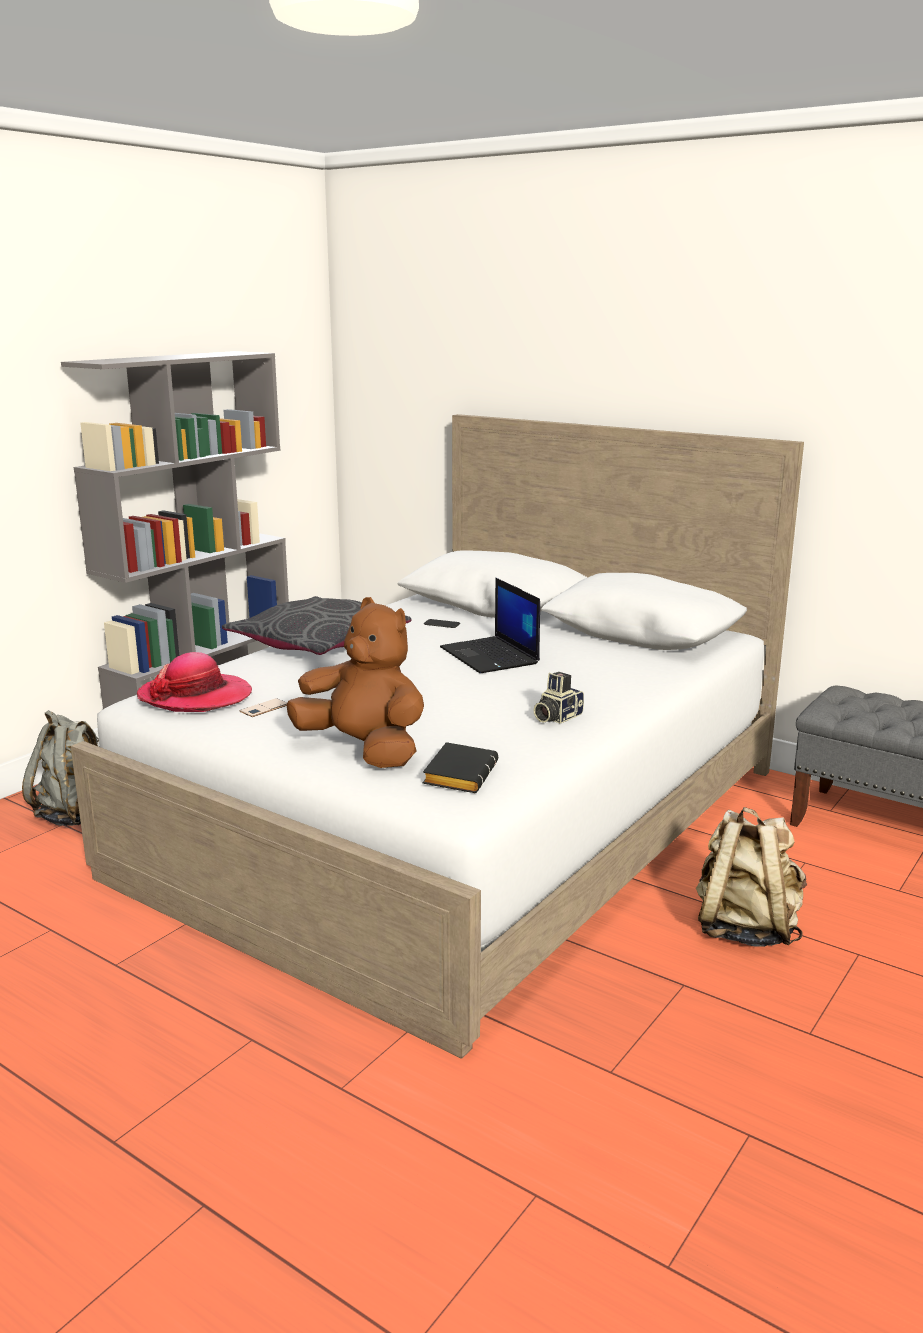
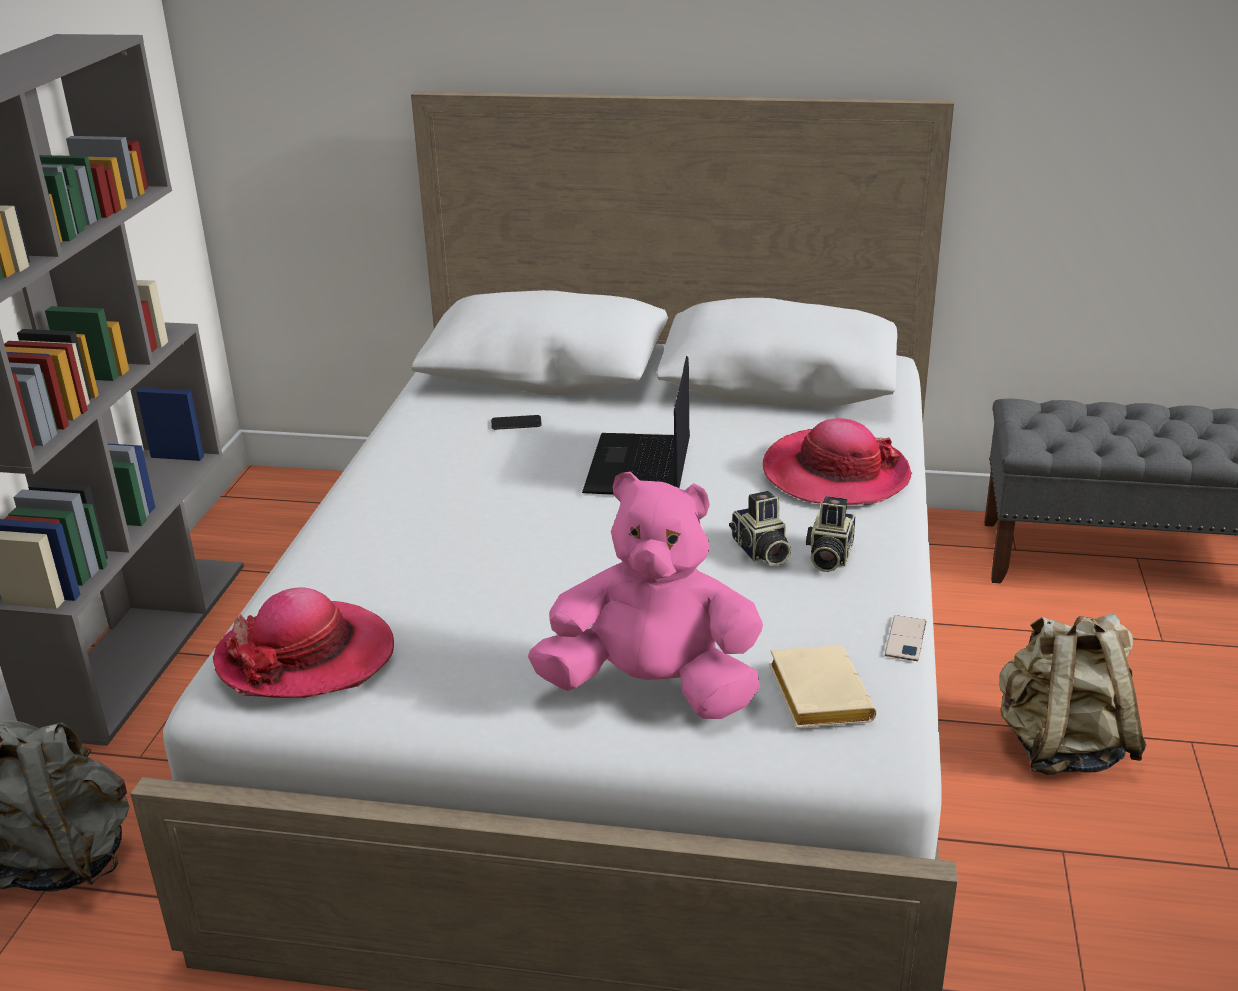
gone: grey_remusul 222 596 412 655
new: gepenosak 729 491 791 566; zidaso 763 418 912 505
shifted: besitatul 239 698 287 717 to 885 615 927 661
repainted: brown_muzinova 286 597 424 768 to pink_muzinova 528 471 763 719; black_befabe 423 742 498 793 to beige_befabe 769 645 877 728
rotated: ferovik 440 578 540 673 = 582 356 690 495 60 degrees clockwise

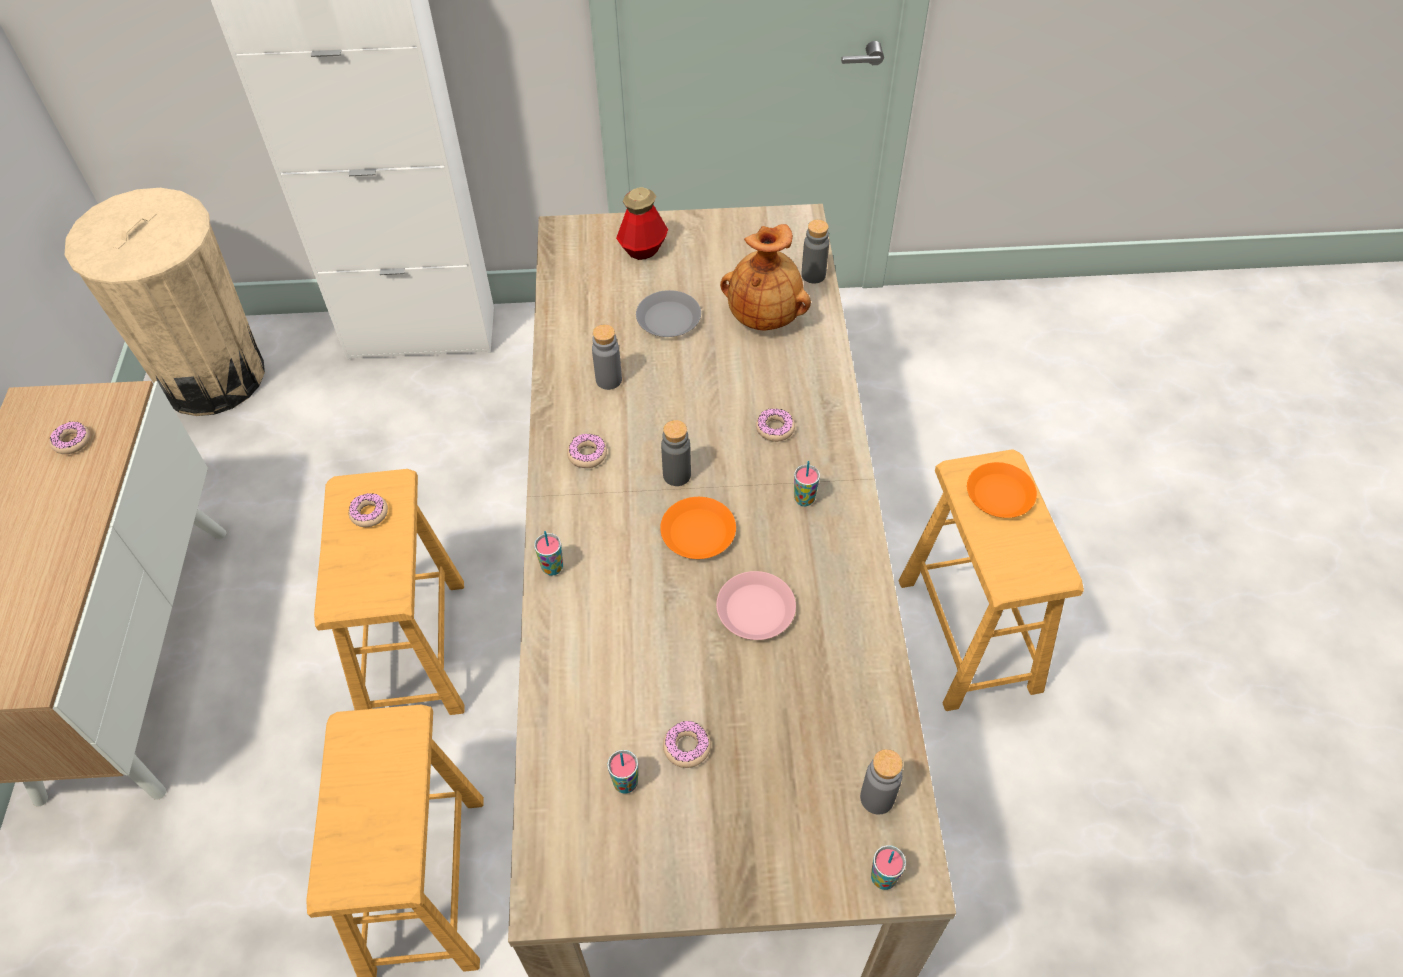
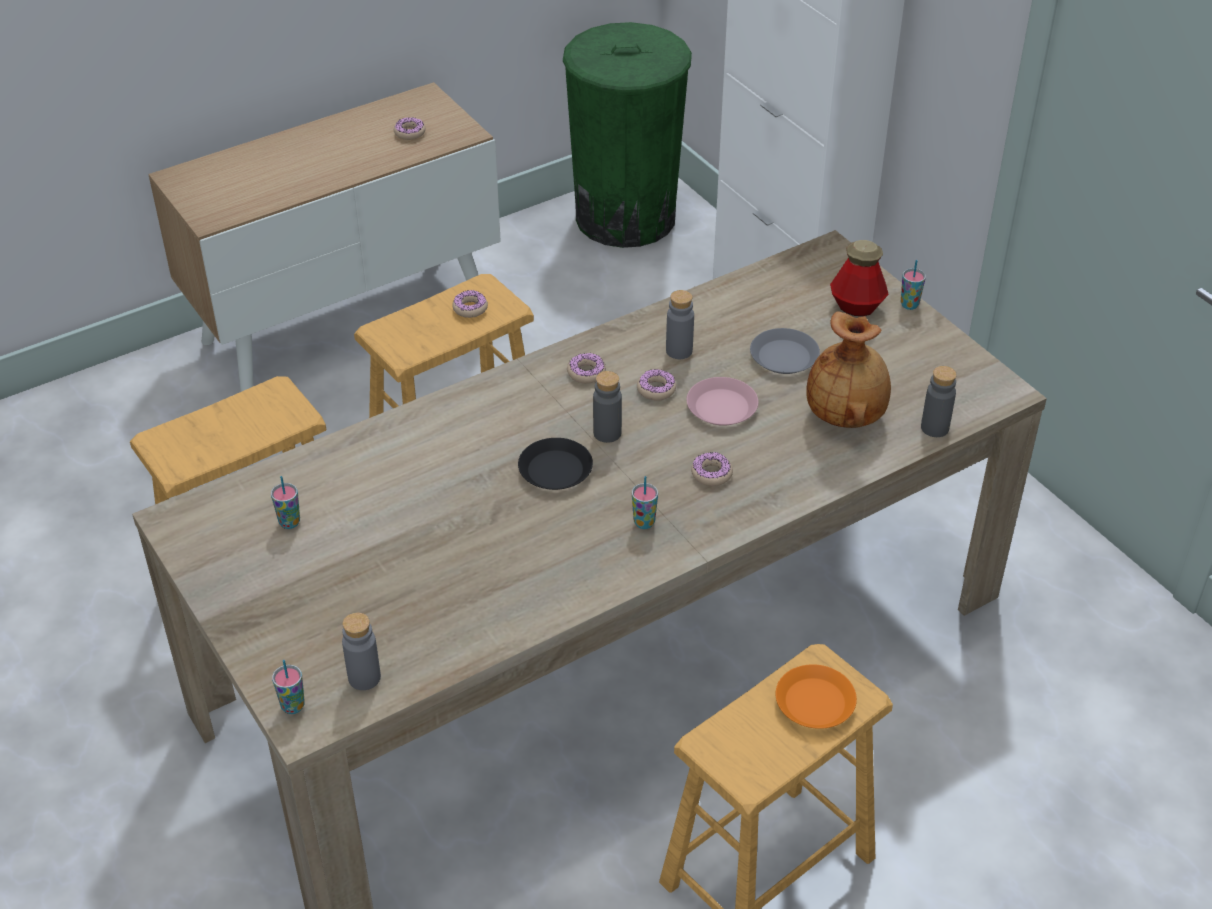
shifted: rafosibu 534 531 563 576 to 901 260 926 310; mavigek 663 721 711 768 to 637 369 676 401; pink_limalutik 716 571 796 640 to 686 377 758 426
repainted: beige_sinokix 65 188 265 416 to green_sinokix 563 22 692 248; orange_limalutik 660 497 736 559 to black_limalutik 518 438 593 490

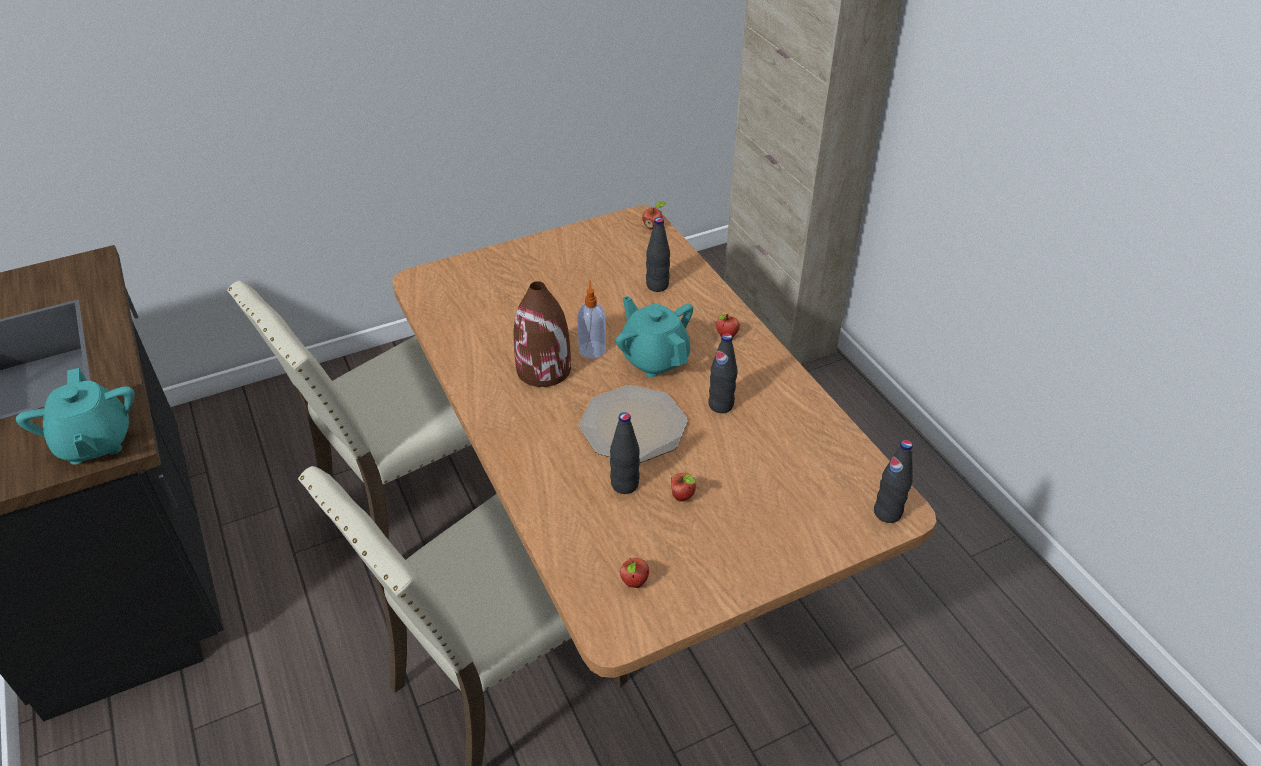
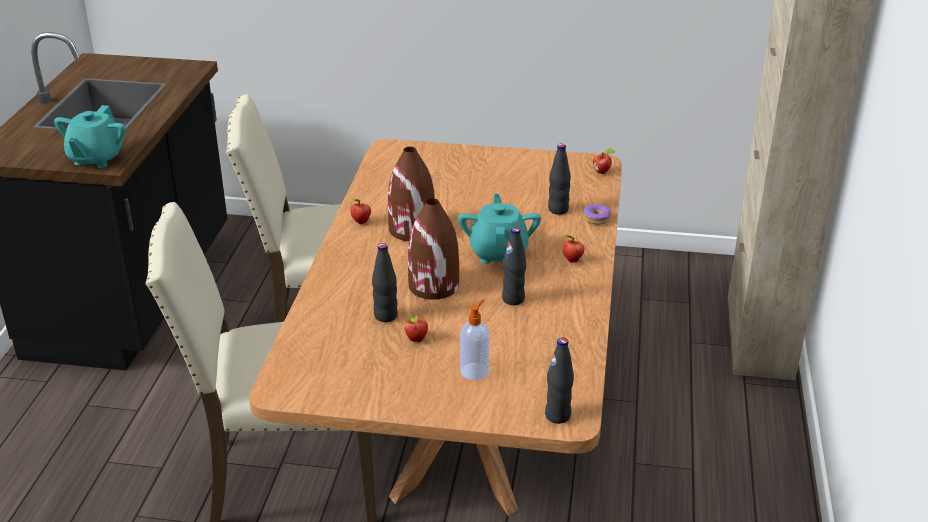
new: mavigek 583 204 611 225
shifted: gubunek 577 281 606 359 to 460 299 489 380; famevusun 620 558 649 588 to 350 199 371 224
swapped: limalutik 579 385 688 463 to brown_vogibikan 408 199 459 300

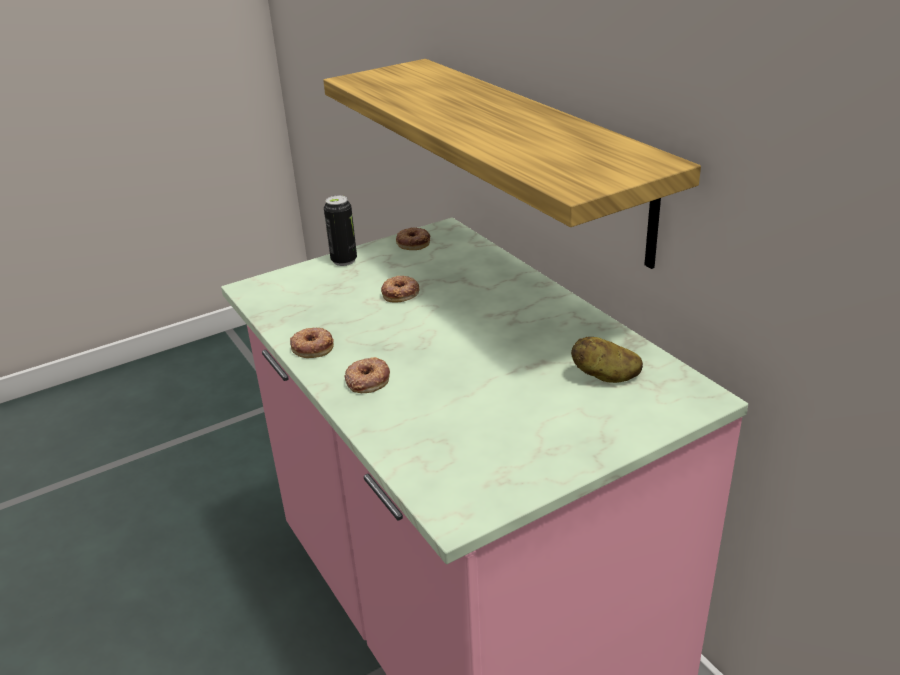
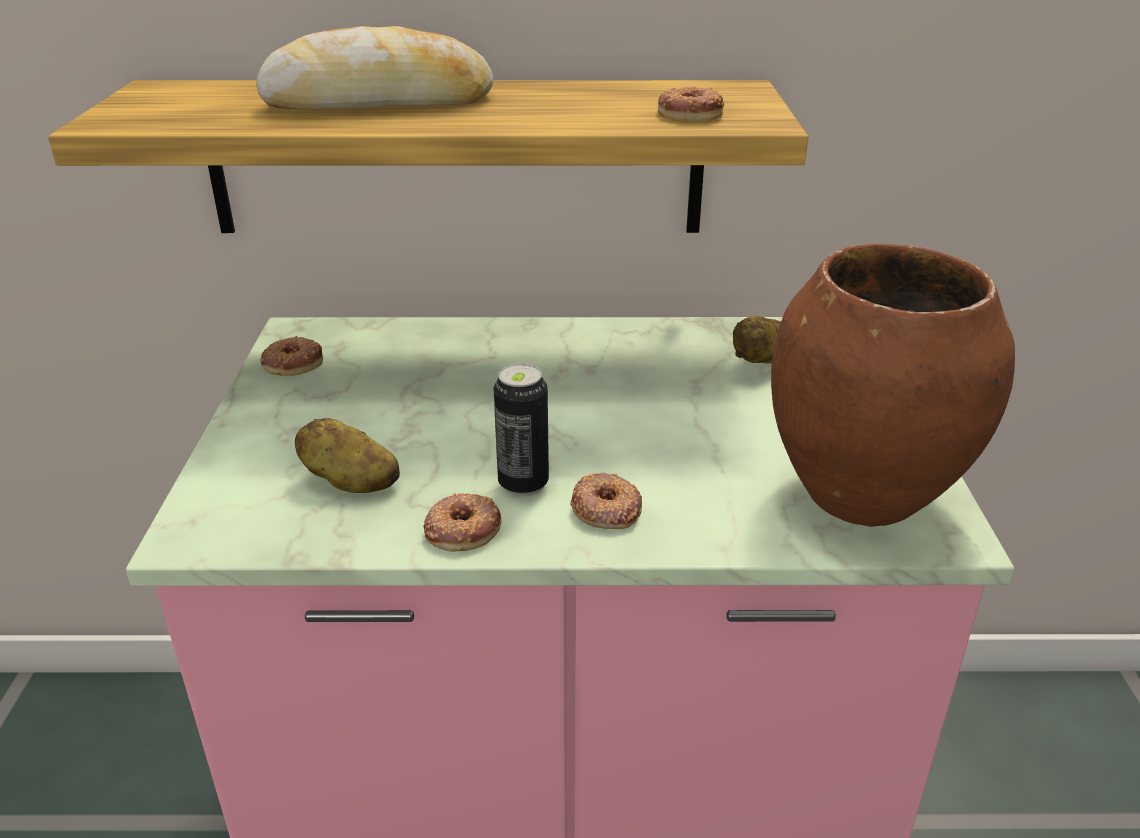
new: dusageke 256 26 493 110; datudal 295 418 400 493; brown_vogibikan 771 244 1015 527
shifted: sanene 324 195 357 266 to 494 364 549 497; mavigek 381 276 420 302 to 658 86 725 122

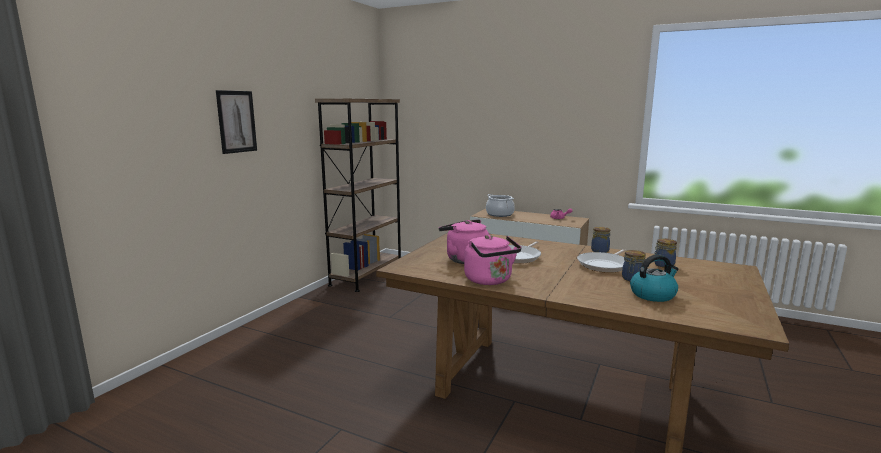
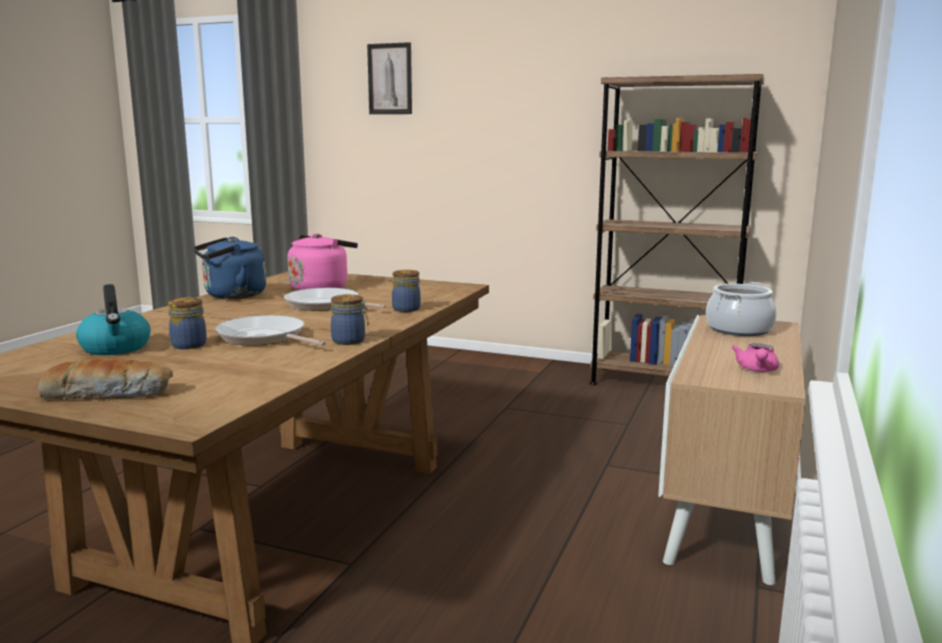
new: dusageke 38 358 173 400
shifted: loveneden 216 90 257 154 to 367 42 412 114; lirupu 654 238 677 268 to 392 269 421 312
repainted: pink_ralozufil 464 235 521 285 to blue_ralozufil 193 237 266 299

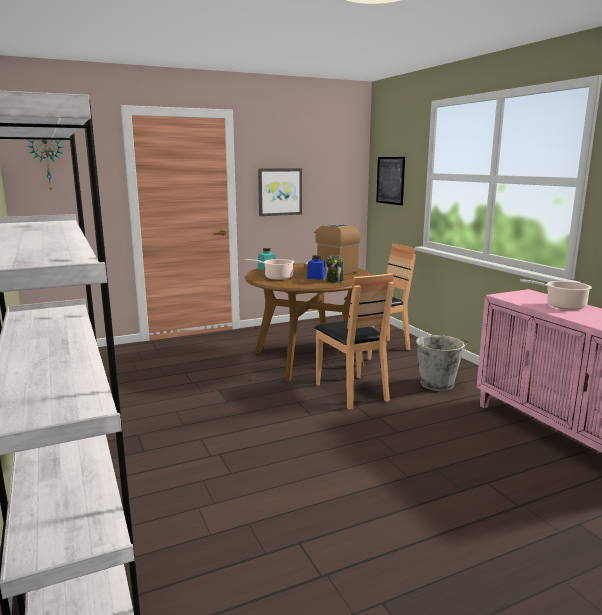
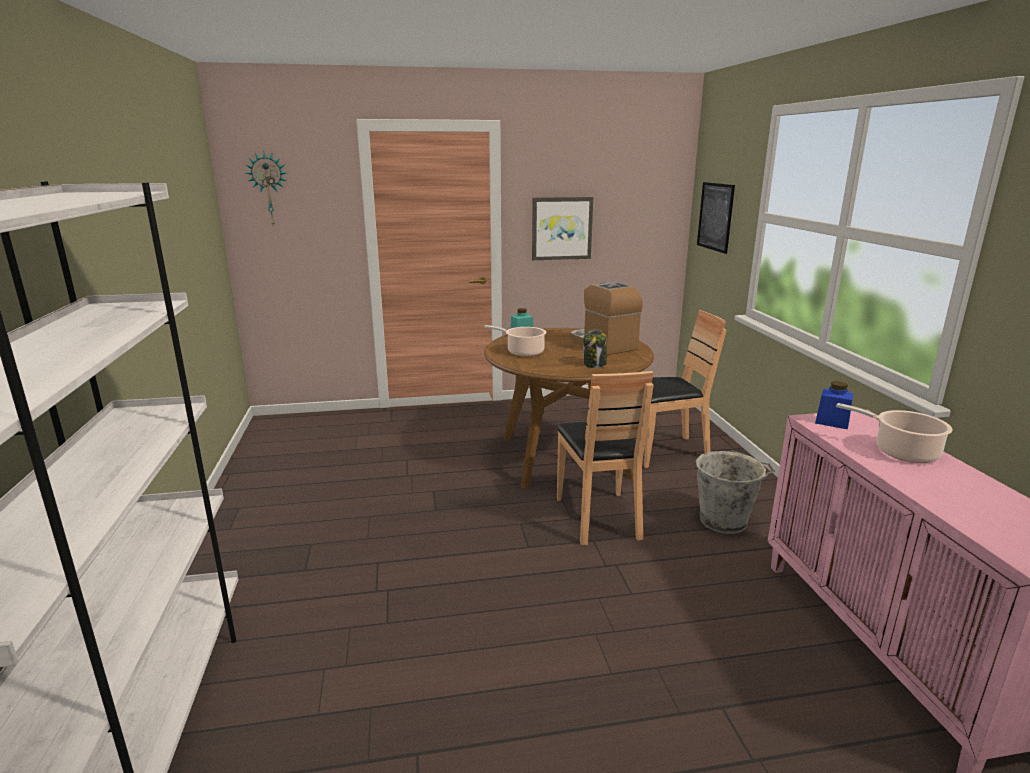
shifted: blue_lirupu 307 255 325 280 to 815 381 853 429

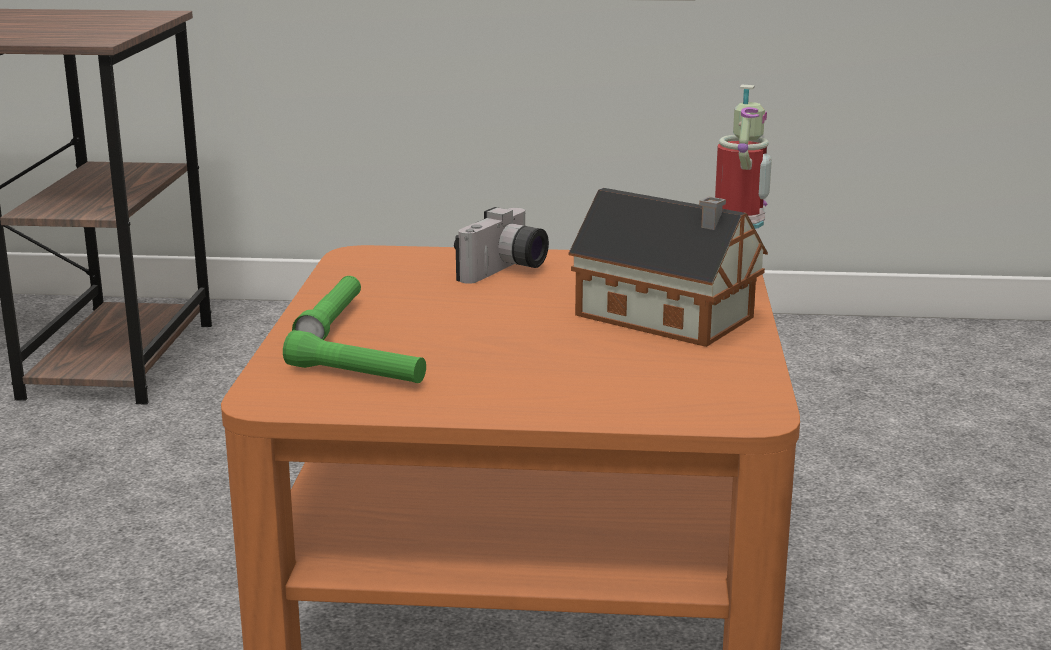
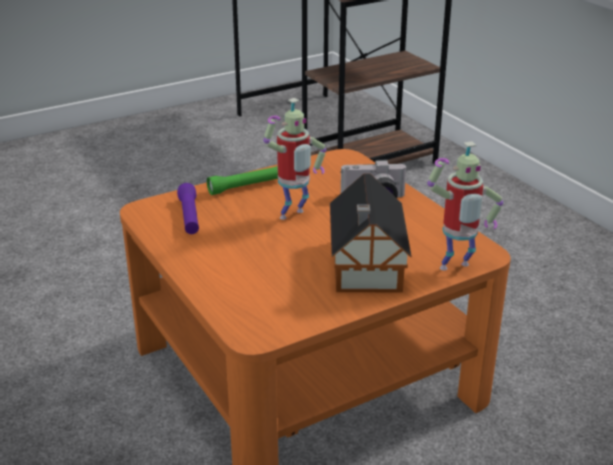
new: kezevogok 263 98 326 220
repainted: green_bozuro 283 330 426 383 to purple_bozuro 177 183 199 234

